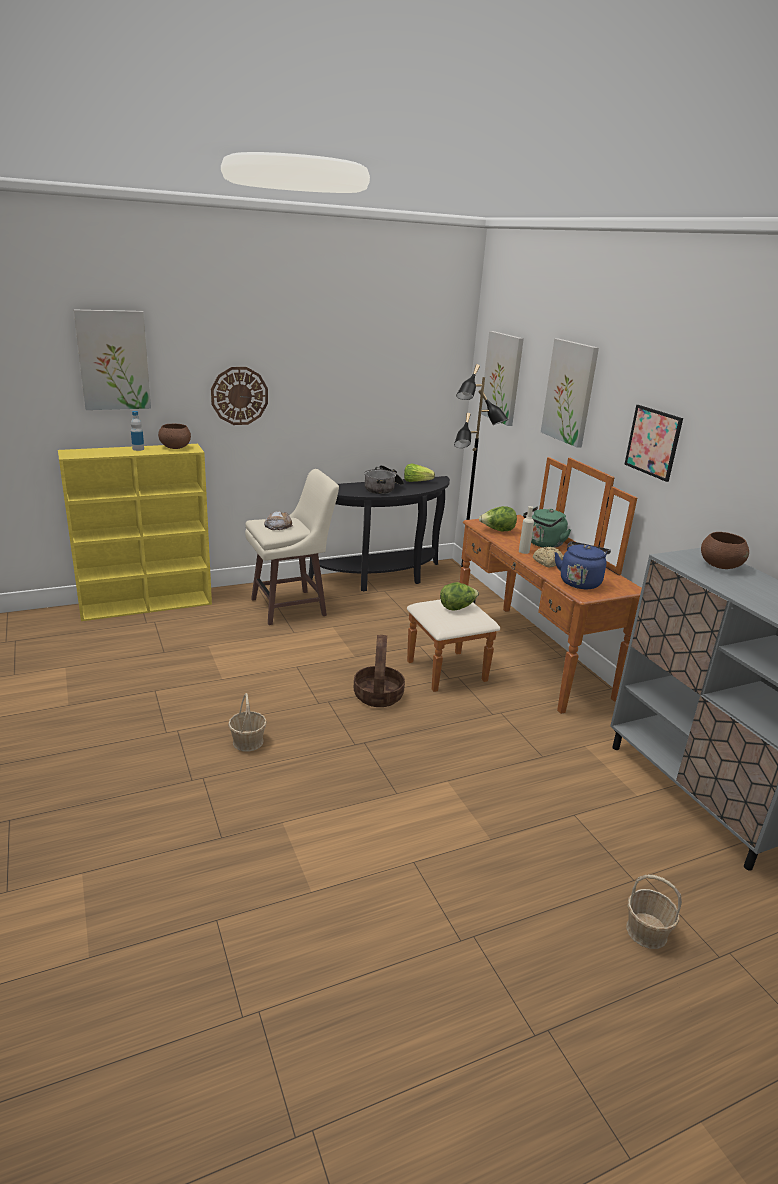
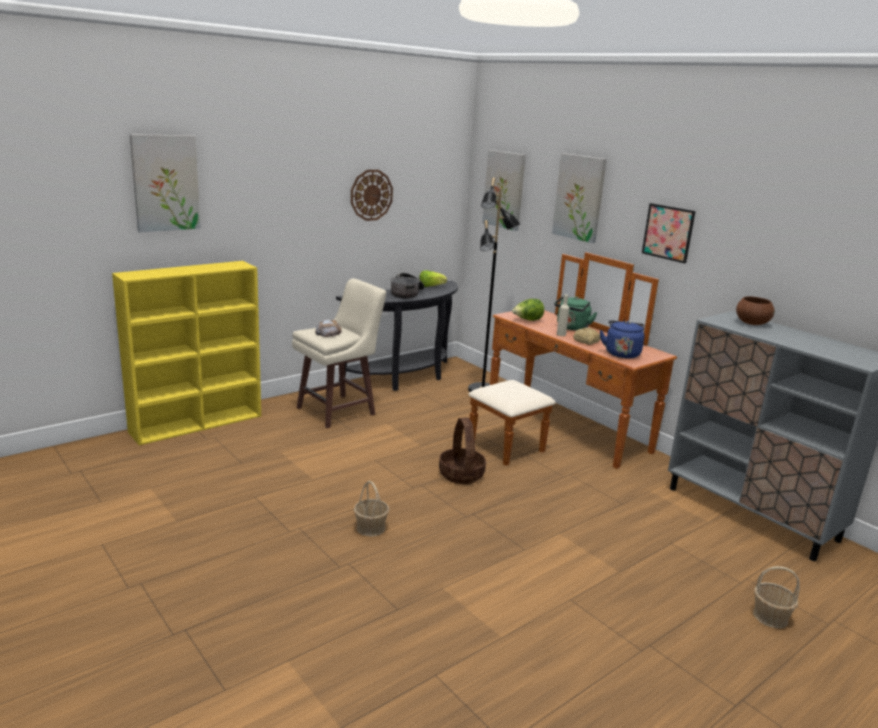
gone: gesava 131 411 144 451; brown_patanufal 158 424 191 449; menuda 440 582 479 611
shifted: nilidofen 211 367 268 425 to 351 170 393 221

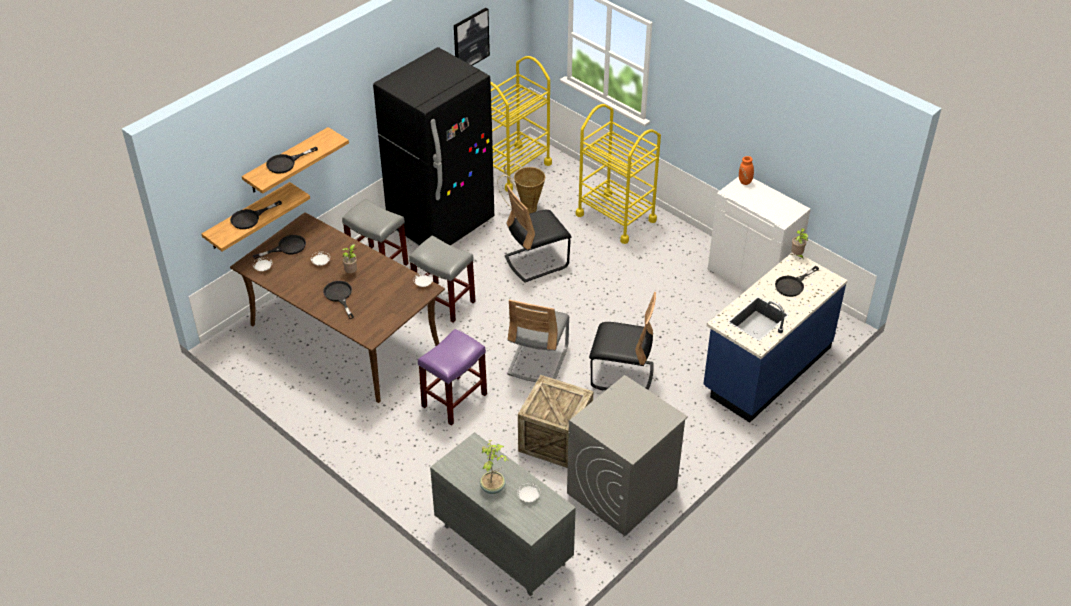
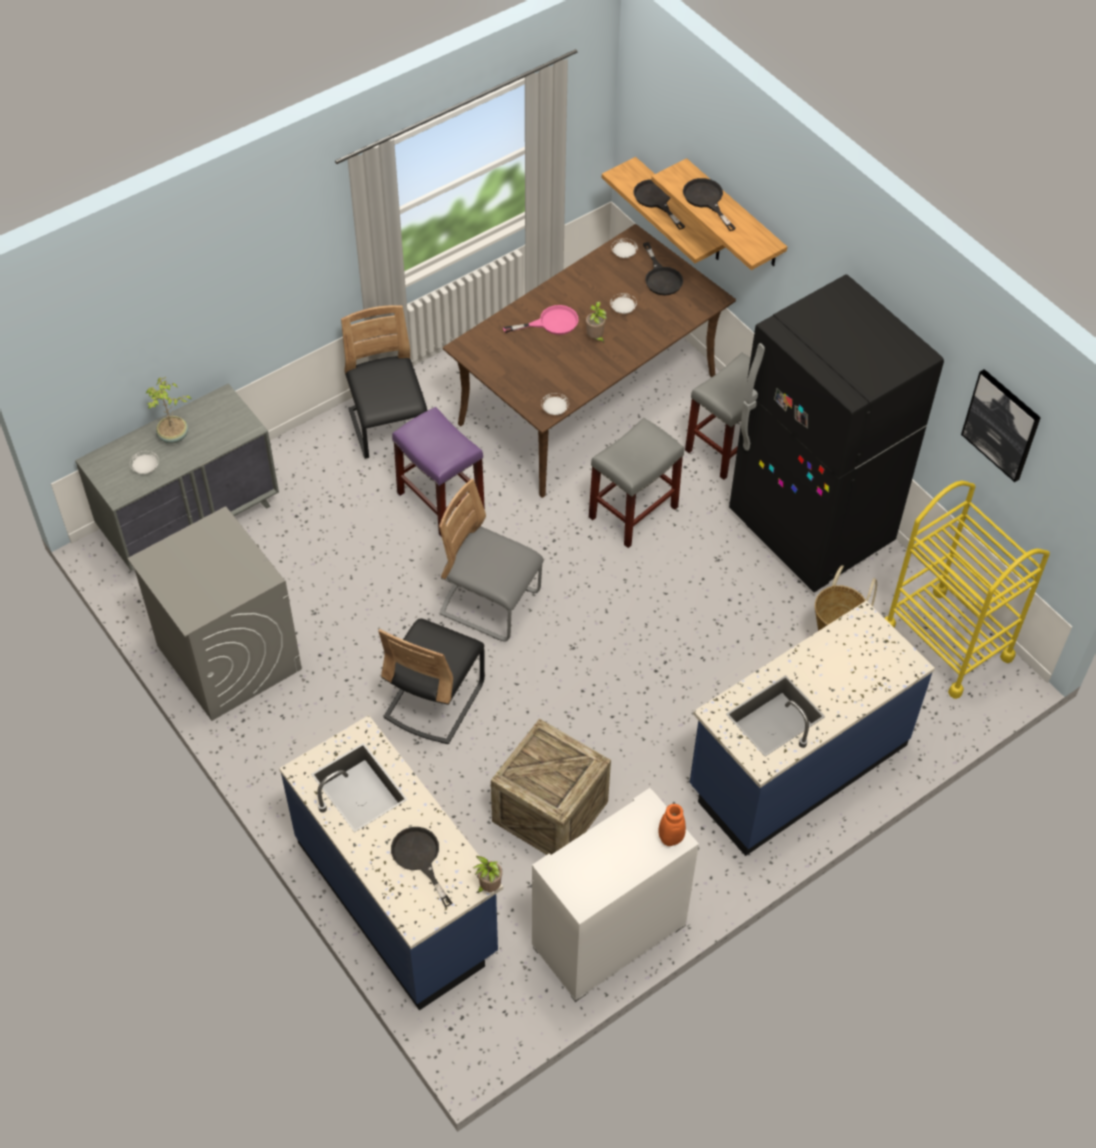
shifted: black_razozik 505 185 571 283 to 341 305 427 459; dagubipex 518 375 594 468 to 491 719 611 855
swapped: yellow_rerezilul 576 104 661 244 to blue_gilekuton 690 601 935 856
repainted: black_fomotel 323 281 354 319 to pink_fomotel 503 305 579 335

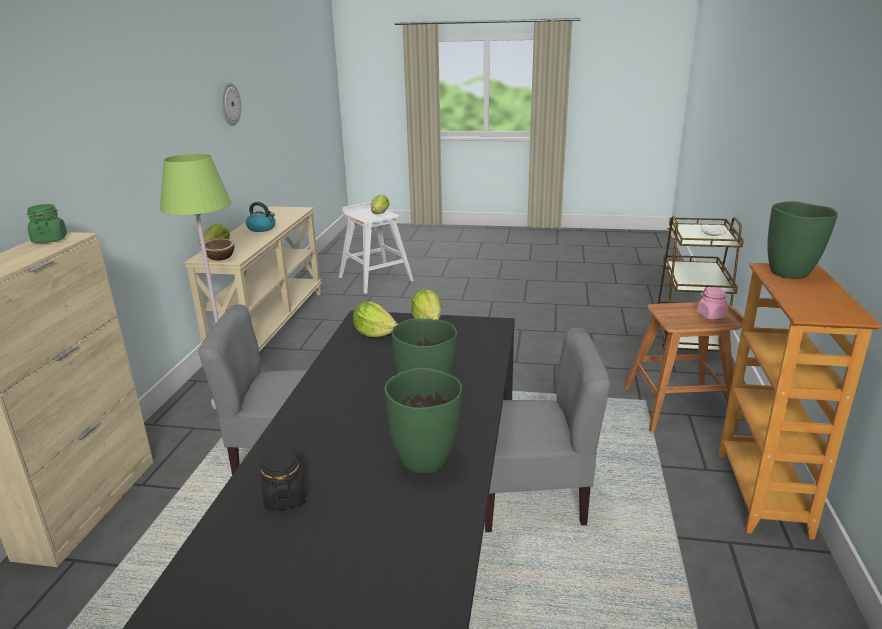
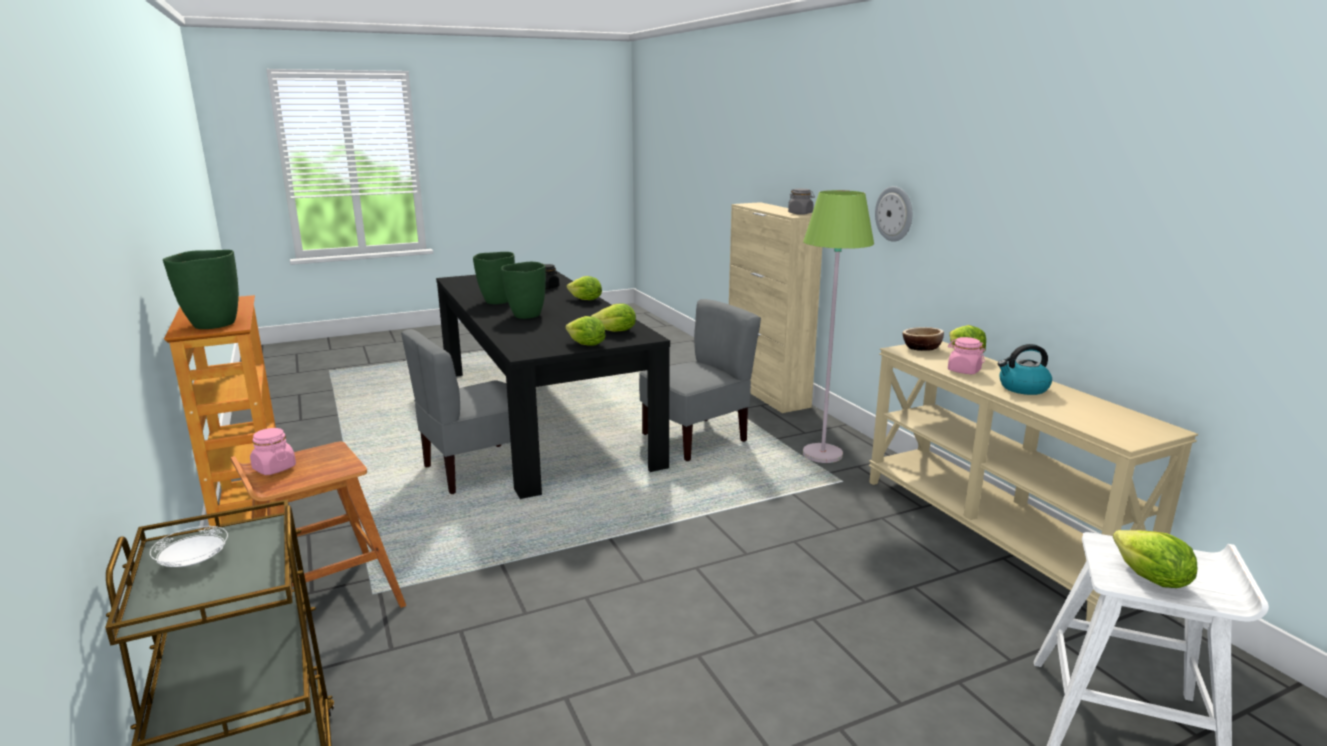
new: menuda 567 276 602 300; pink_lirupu 948 337 985 374
shifted: nilidofen 221 82 241 126 to 875 186 912 242
repainted: green_lirupu 27 204 67 243 to grey_lirupu 788 189 815 215

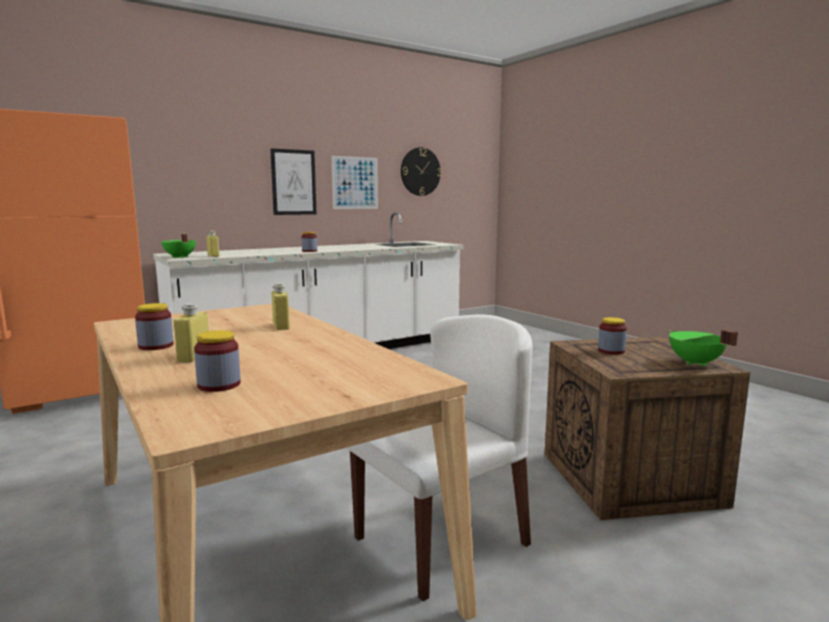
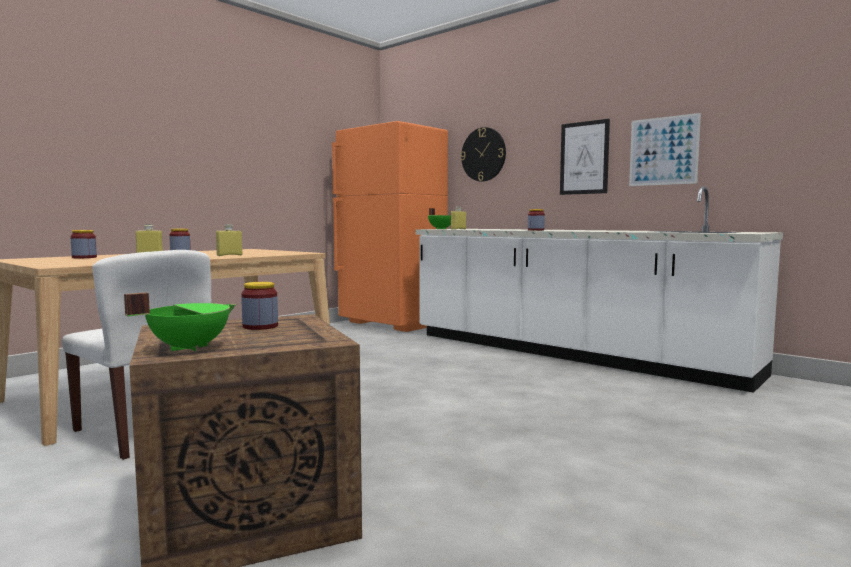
shifted: nilidofen 401 147 441 196 to 461 127 506 182

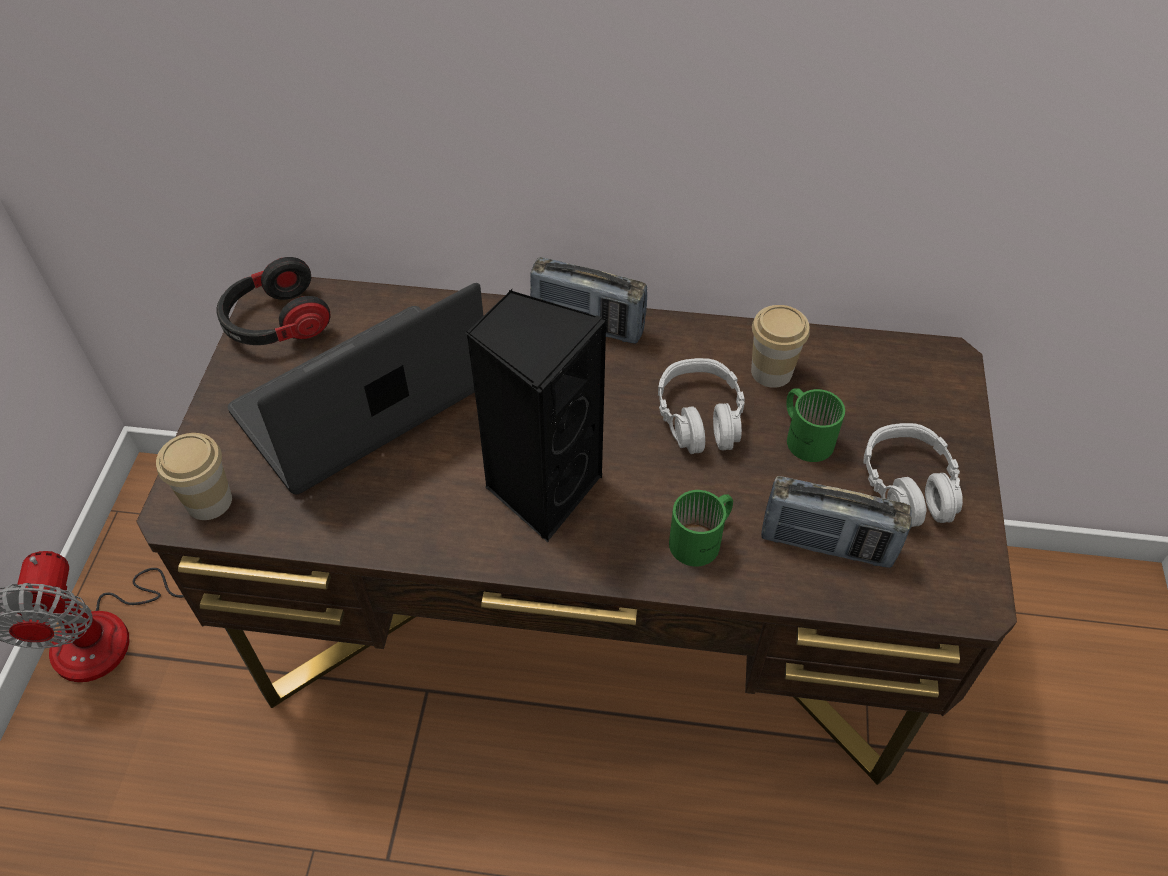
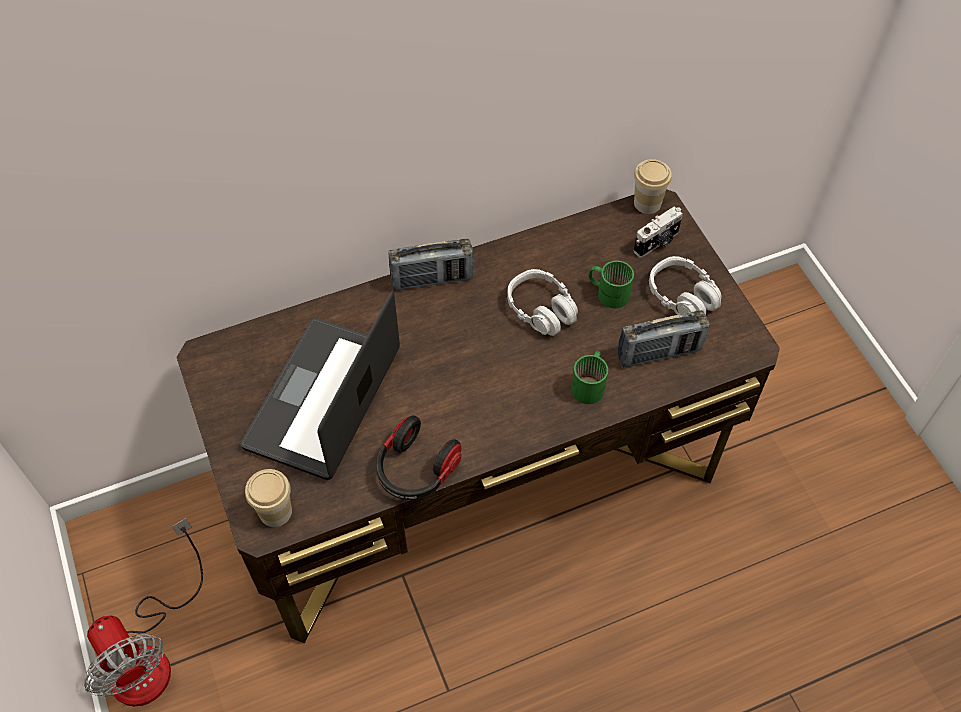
gone: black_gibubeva 466 289 607 542
new: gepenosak 634 206 683 257
shifted: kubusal 217 257 331 345 to 376 415 462 500; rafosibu 751 305 810 388 to 634 159 672 214

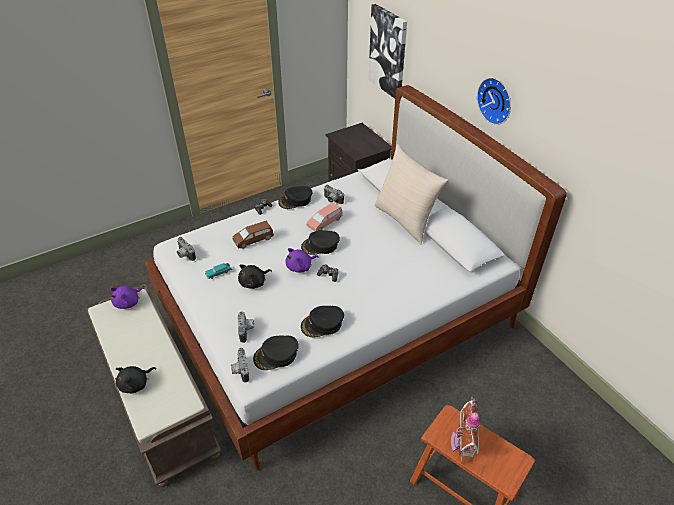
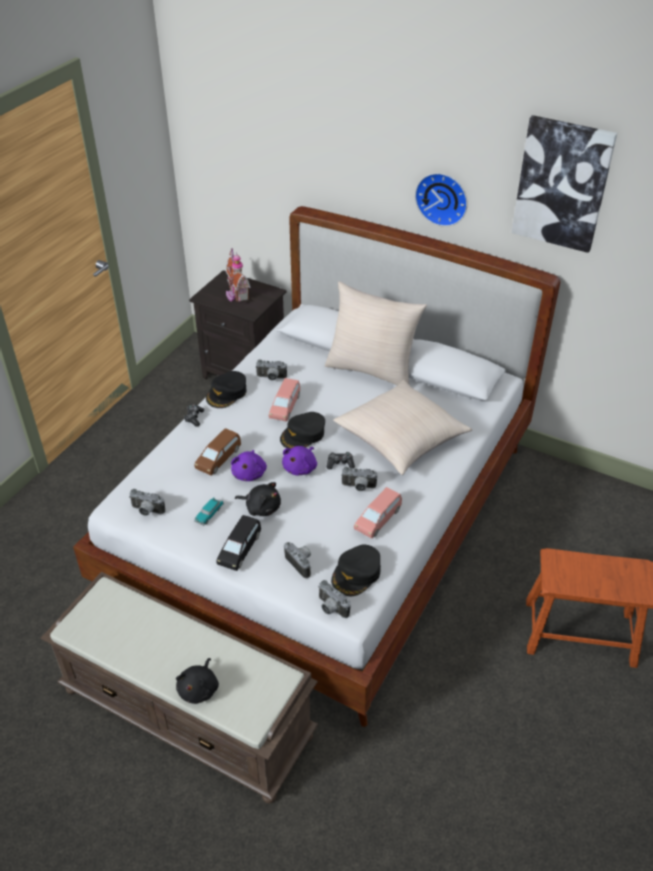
new: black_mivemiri 216 515 261 571; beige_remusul 333 380 473 475; gepenosak 341 467 377 491
shifted: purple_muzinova 110 286 145 309 to 231 450 267 481; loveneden 368 4 407 98 to 511 115 617 253; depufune 451 396 480 462 to 226 248 250 302
swapped: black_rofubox 301 306 344 337 to pink_mivemiri 354 487 402 539
rotated: black_muzinova 238 265 272 289 = 235 482 281 516 90 degrees counterclockwise

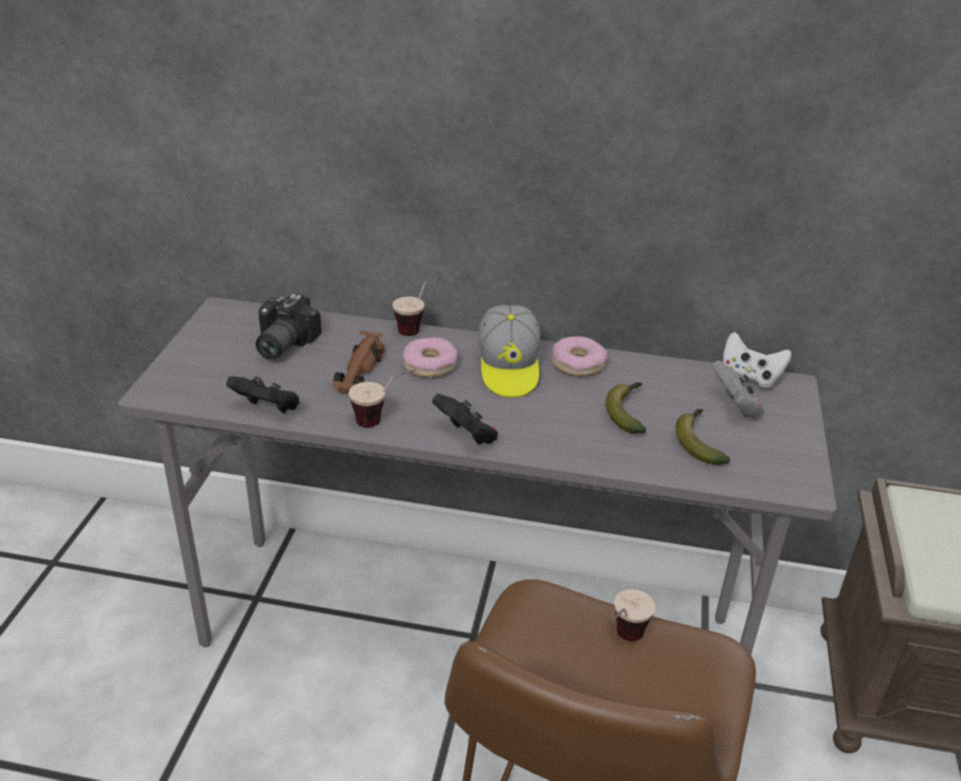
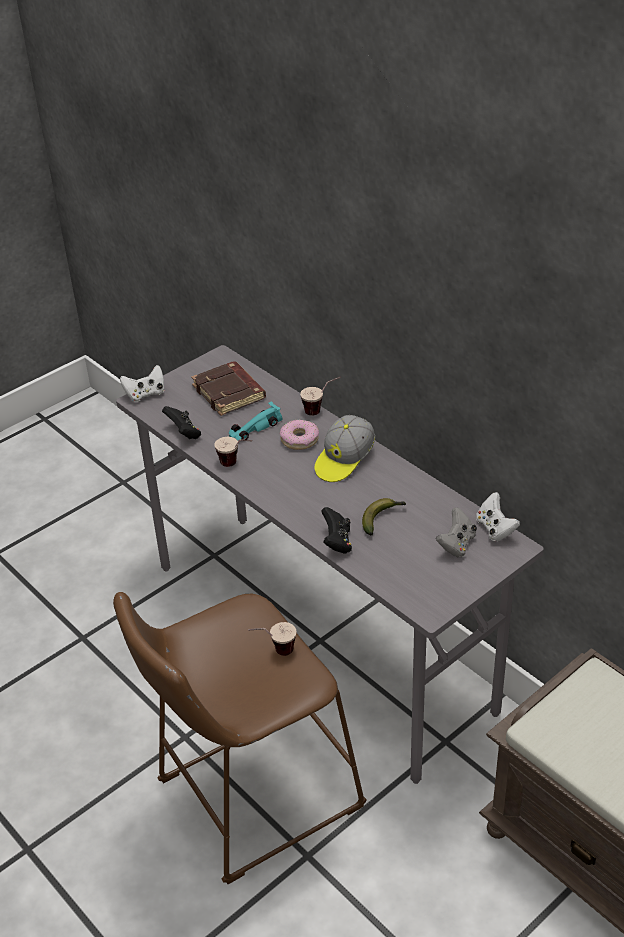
gone: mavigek 552 336 607 376; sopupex 676 409 730 465
new: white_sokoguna 120 365 165 402
shifted: black_sokoguna 432 394 498 444 to 321 507 352 553
swapped: gepenosak 256 293 322 360 to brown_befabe 191 361 266 416
repainted: brown_mivemiri 332 330 385 394 to turquoise_mivemiri 229 402 283 441

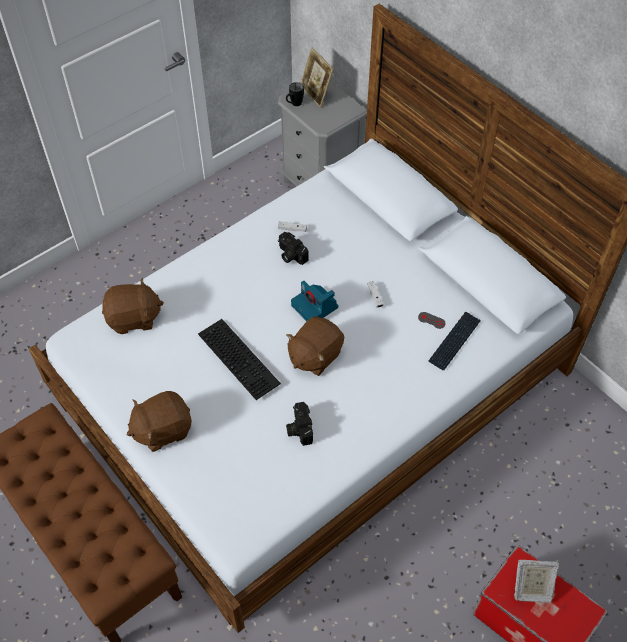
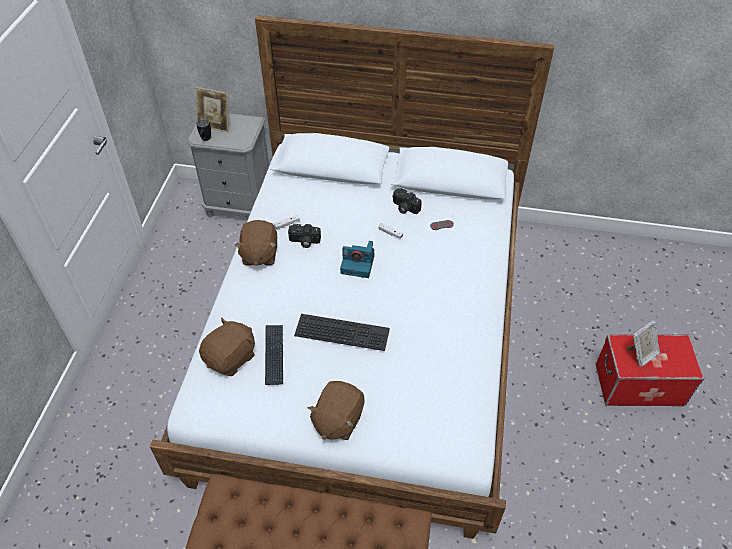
shifted: brown_muzinova 286 316 344 376 to 234 220 277 266; gepenosak 286 402 313 446 to 392 188 422 214; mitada 429 312 481 370 to 265 325 283 385

